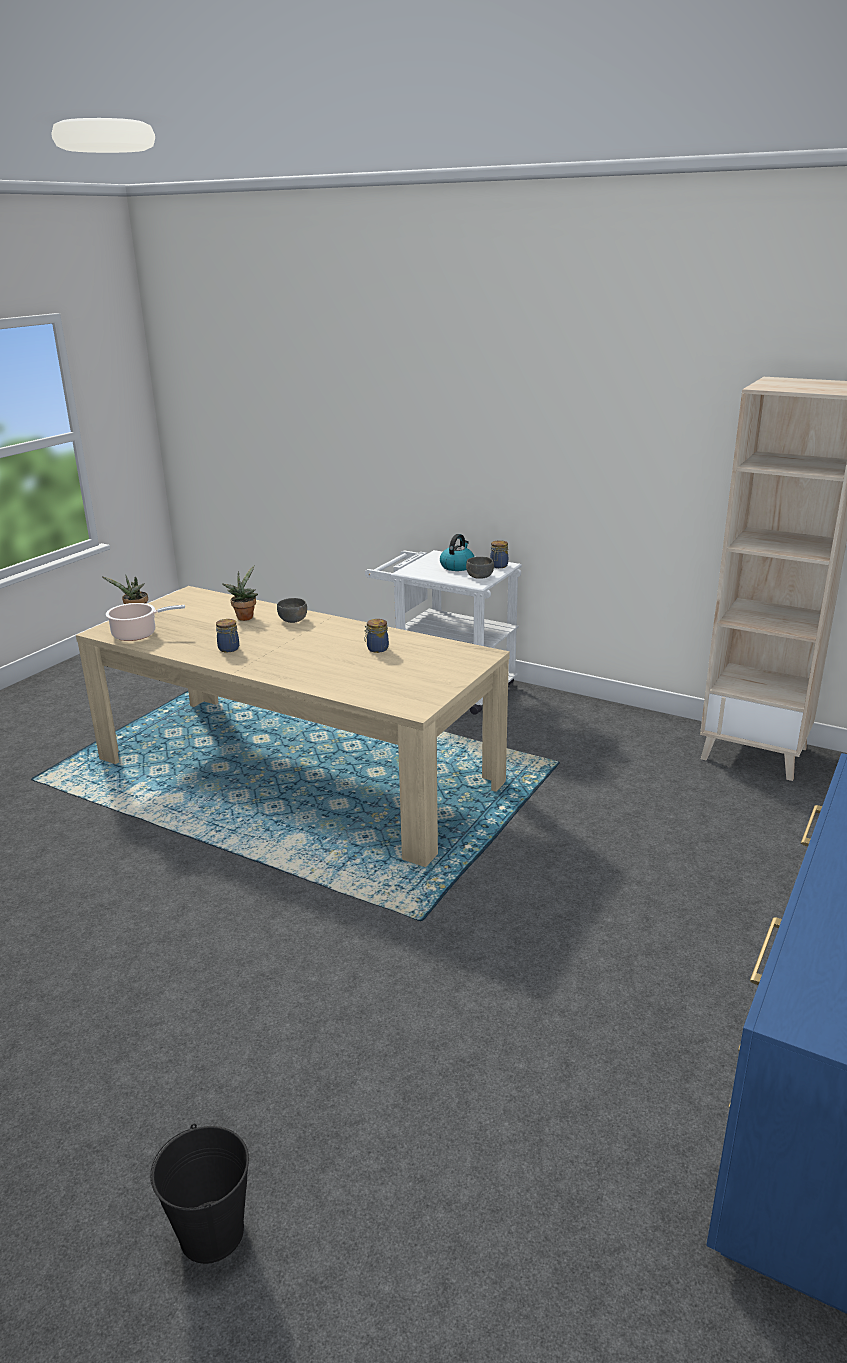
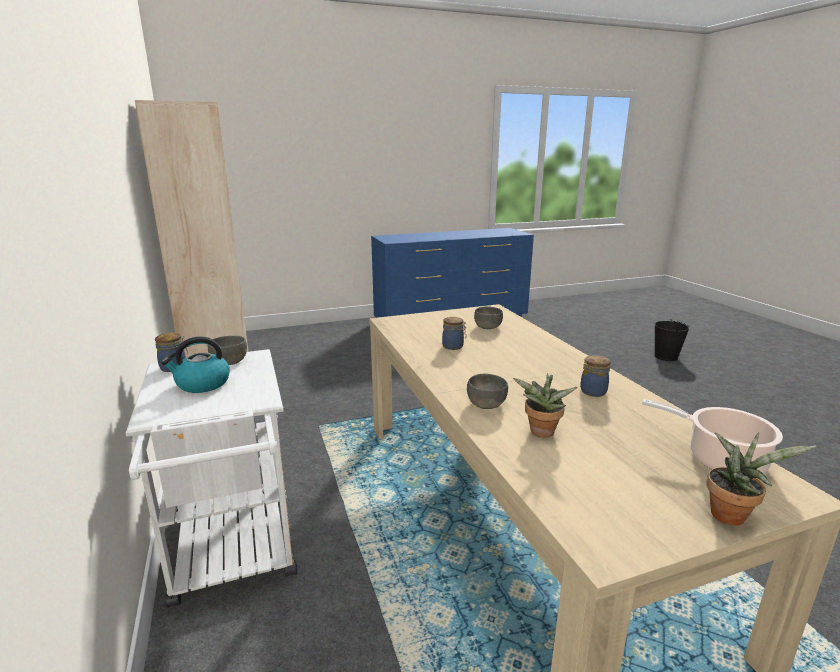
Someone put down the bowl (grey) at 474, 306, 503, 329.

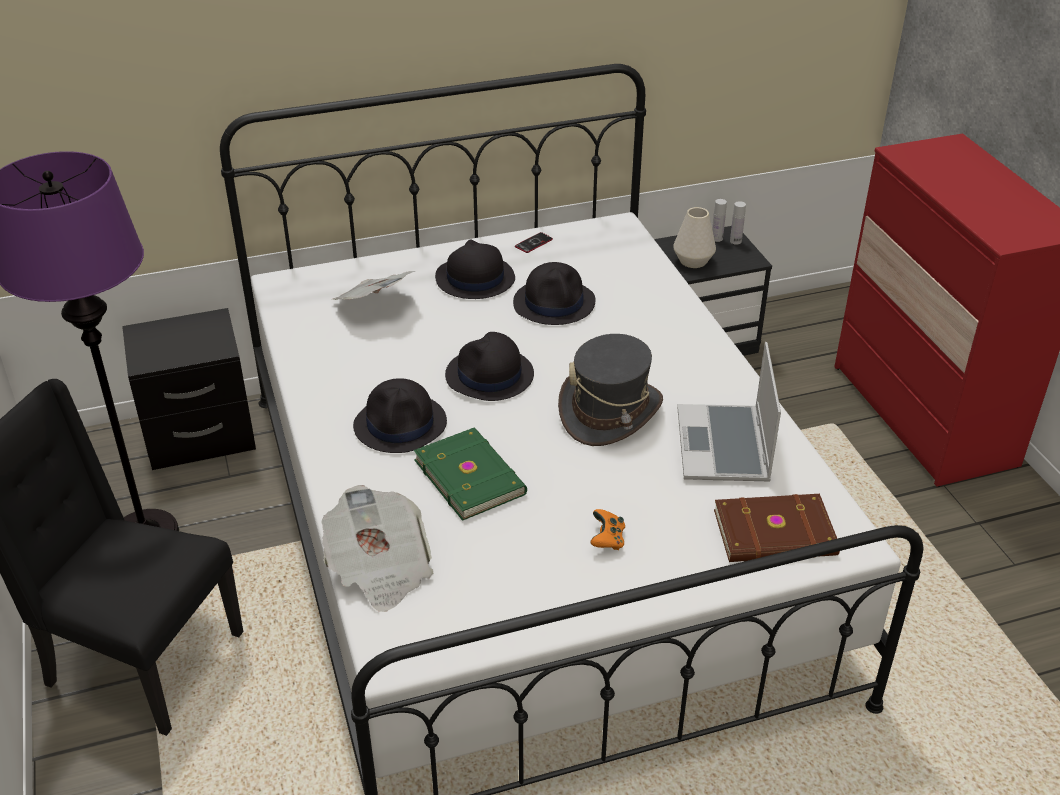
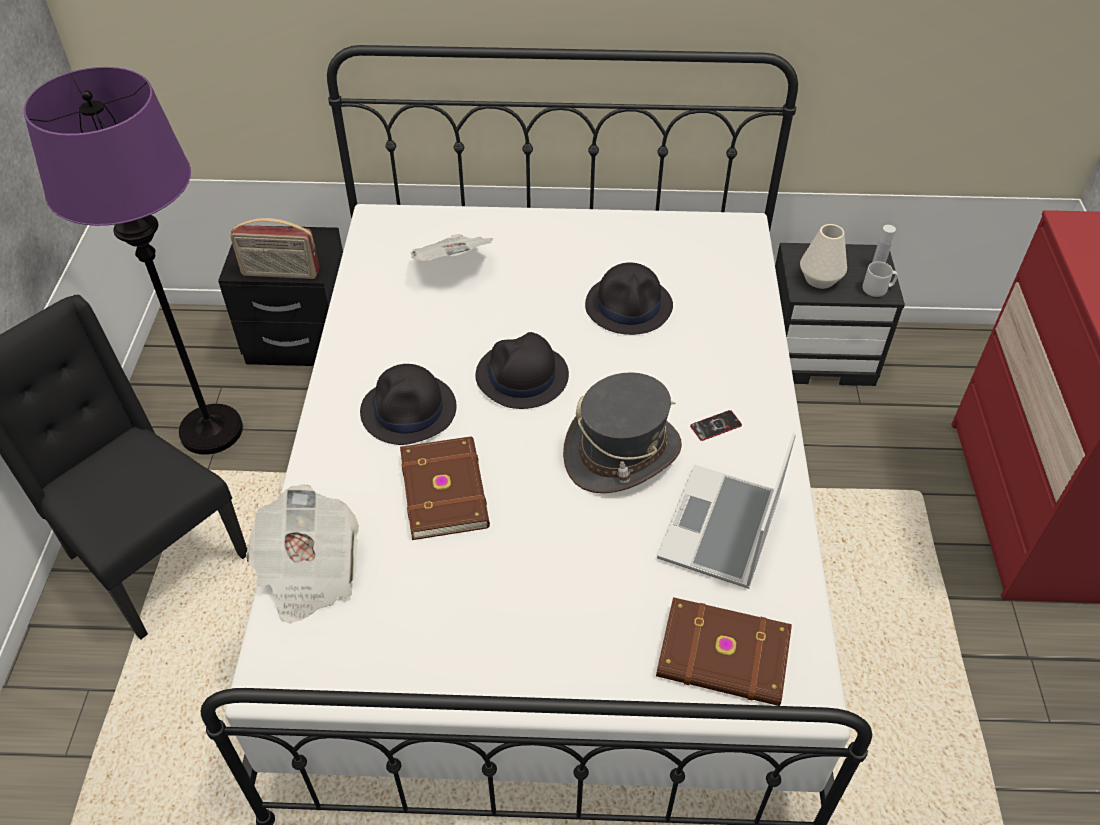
Someone repainted the book (green) at 414, 428, 527, 521, which became the book (brown) at 400, 436, 490, 540.
Someone took away the hat (black) at 435, 239, 515, 299.
Someone carried the phone from 515, 232, 553, 253 to 690, 410, 742, 441.
Someone took away the game controller (orange) at 590, 509, 625, 550.
Someone took away the bottle (white) at 712, 199, 727, 242.
Someone put down the radio at 231, 218, 319, 279.
Someone put down the mug (grey) at 863, 261, 898, 297.

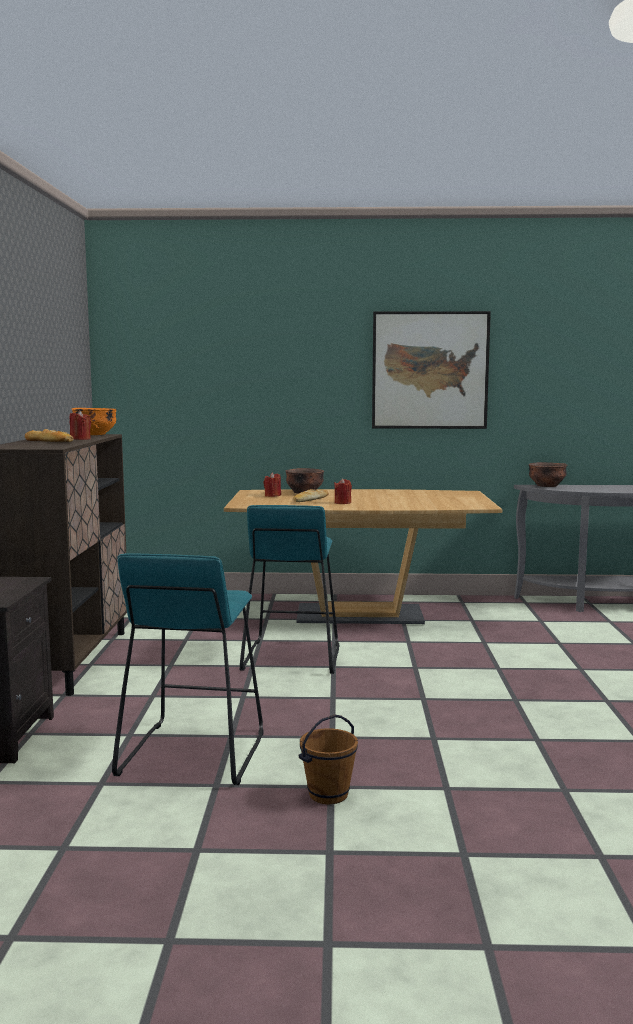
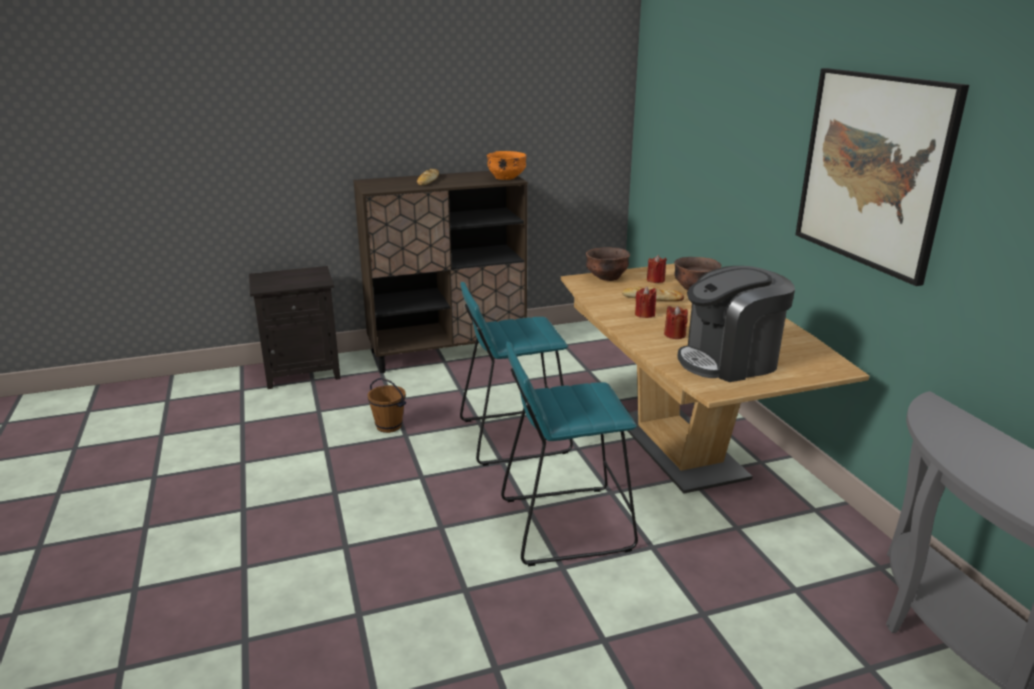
Someone carried the candle (red) from 70, 410, 91, 440 to 664, 306, 688, 339.
Someone carried the stool (turquoise) from 112, 553, 264, 785 to 501, 341, 638, 566.
Someone carried the bucket (brown) from 298, 715, 358, 804 to 368, 378, 406, 433.
Someone carried the bowl (brown) from 529, 462, 567, 487 to 586, 247, 630, 281.
Someone put down the coffee machine at 677, 266, 795, 382.

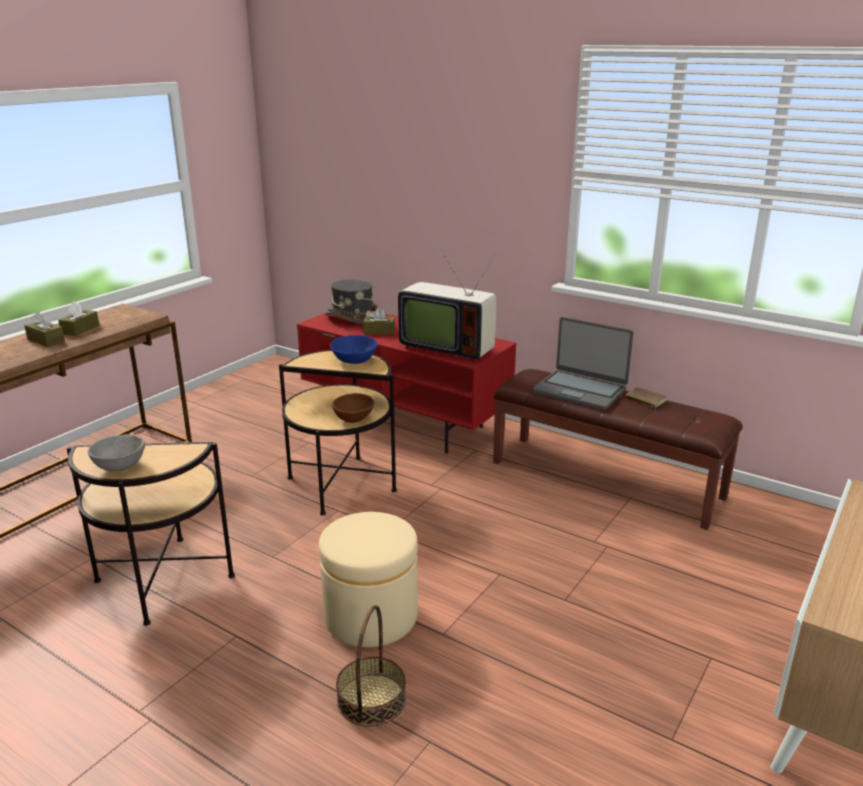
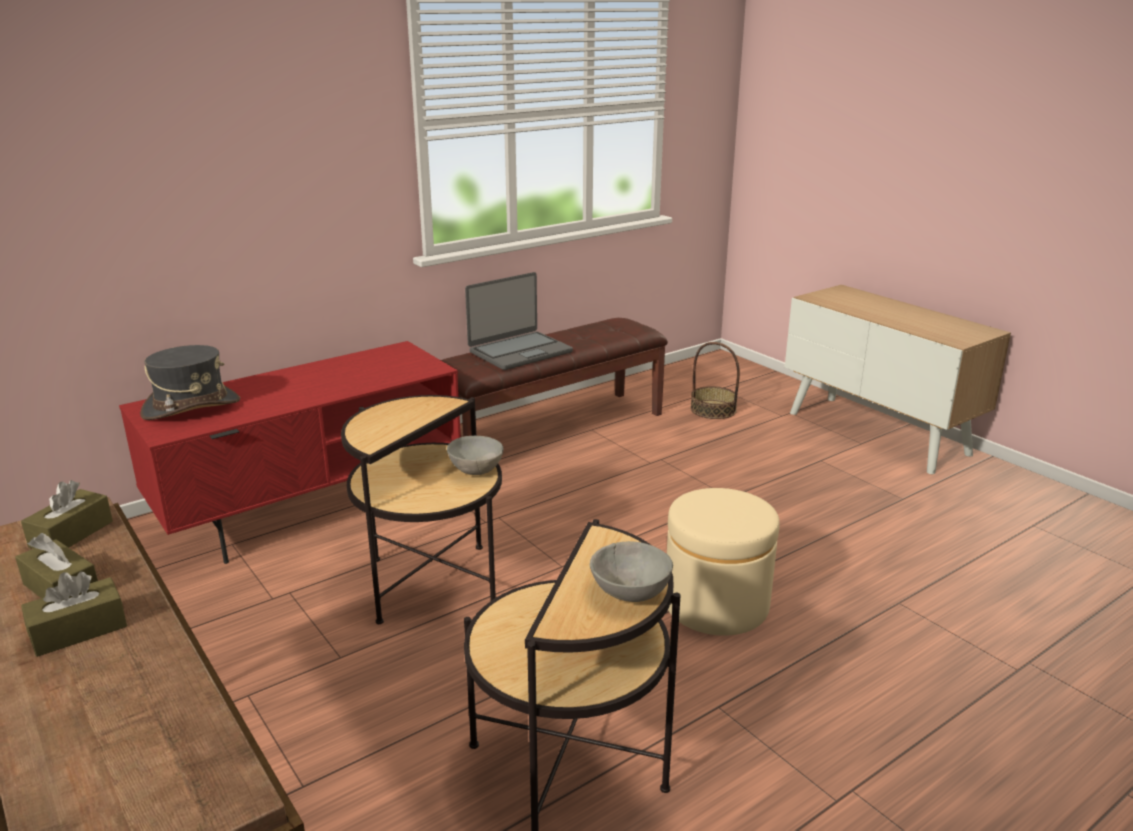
Someone took away the bowl (blue) at 330, 335, 378, 364.
Someone repainted the bowl (brown) at 332, 393, 374, 423, which became the bowl (grey) at 447, 436, 503, 475.
Someone carried the basket from 336, 605, 406, 727 to 690, 342, 740, 419.
Someone carried the tissue box (brown) from 363, 308, 395, 335 to 21, 480, 113, 549.
Someone took away the television at 398, 249, 497, 363.
Someone took away the book (brown) at 625, 387, 667, 408.

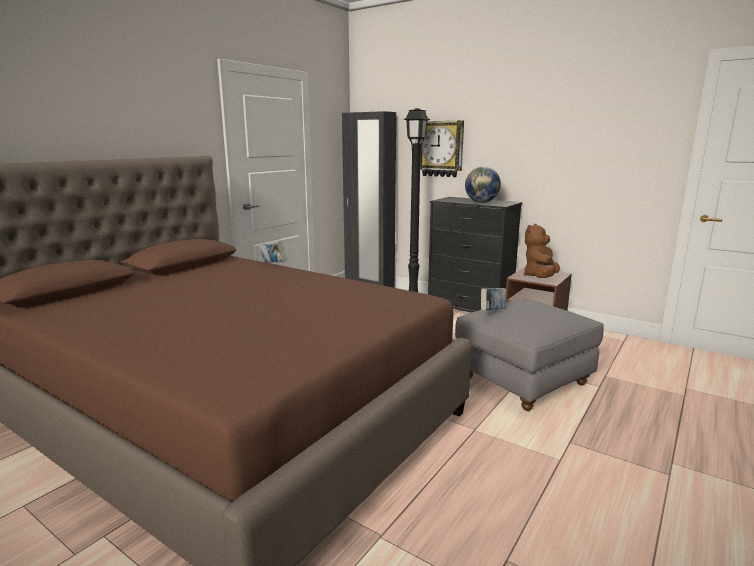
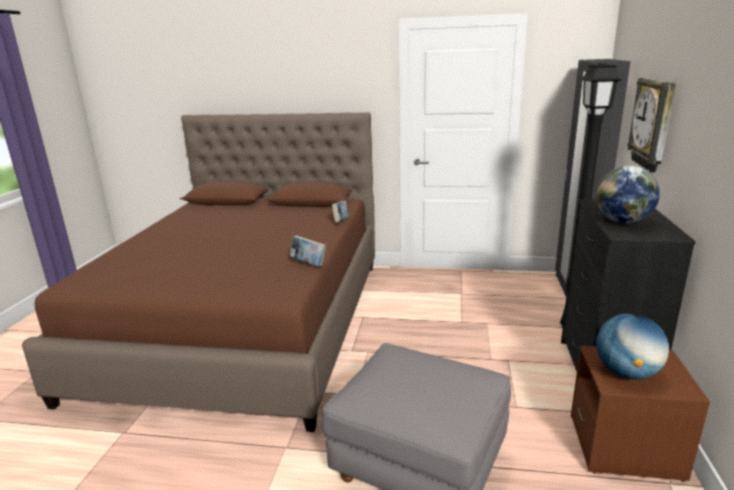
Someone carried the book from 481, 288, 506, 311 to 290, 235, 326, 267.
Someone swapped the plush toy (brown) at 524, 224, 560, 278 for the globe at 596, 313, 669, 379.

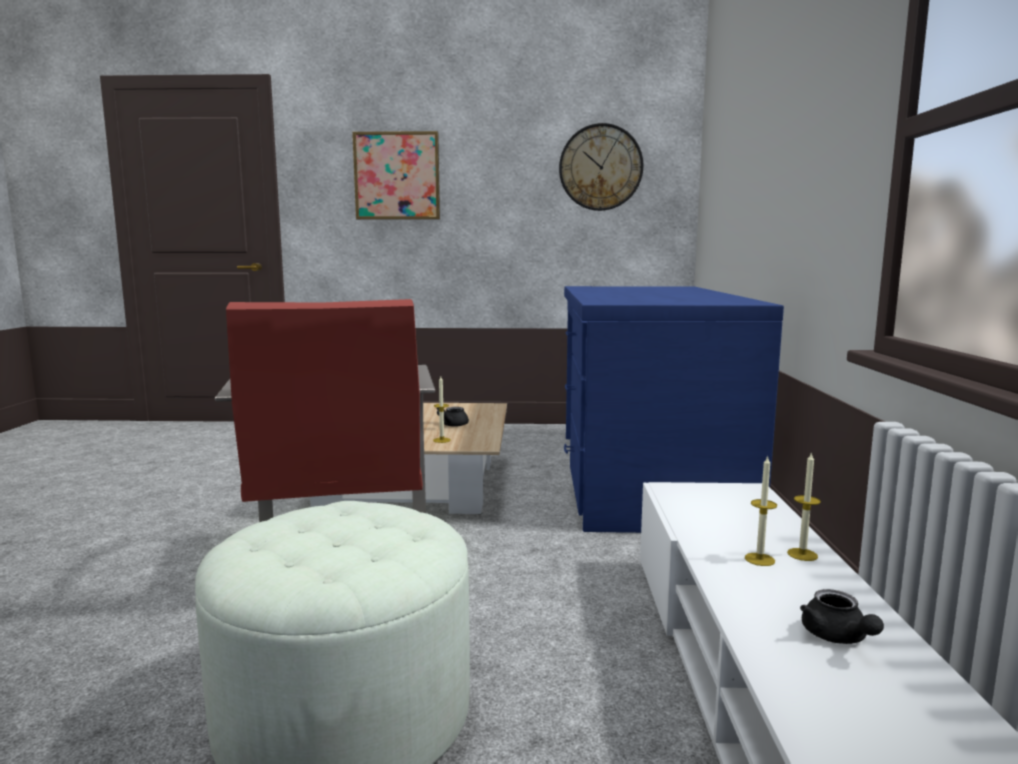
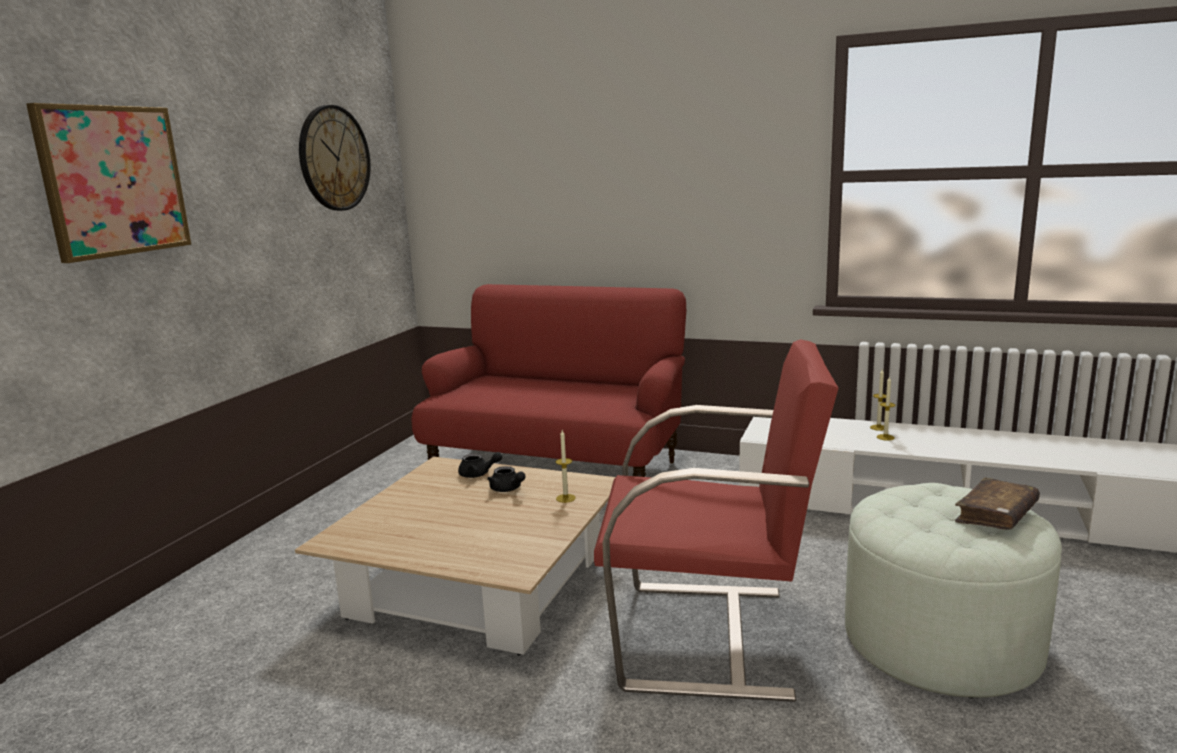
Someone swapped the desk (blue) at 564, 286, 784, 533 for the sofa (red) at 411, 284, 686, 477.
Someone carried the teapot (black) from 800, 589, 884, 644 to 458, 452, 503, 478.
Someone put down the book (brown) at 955, 477, 1040, 530.

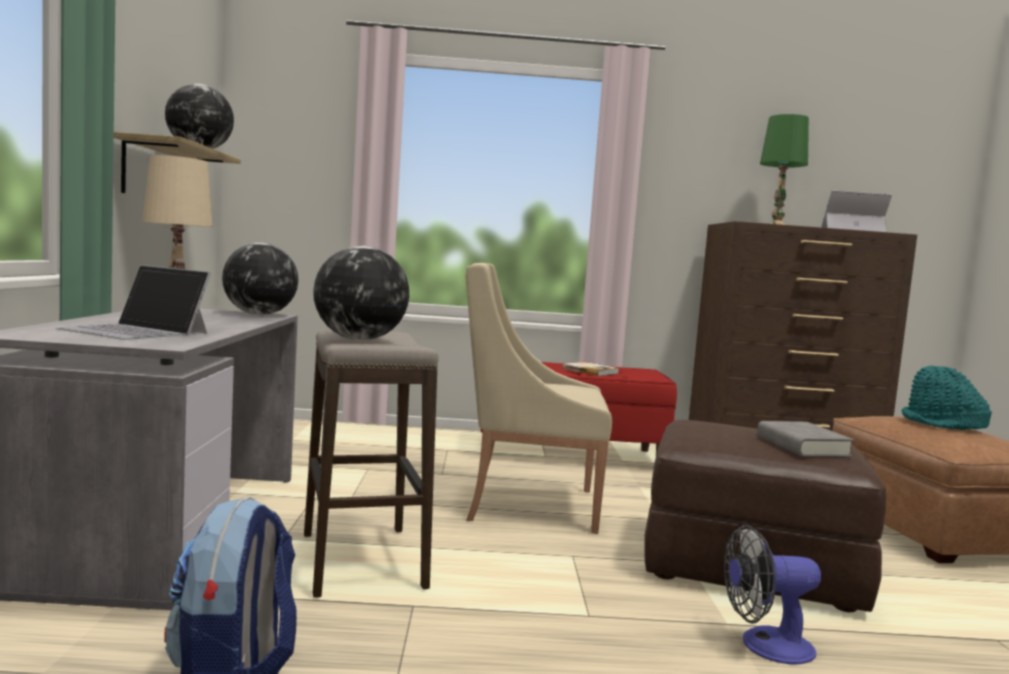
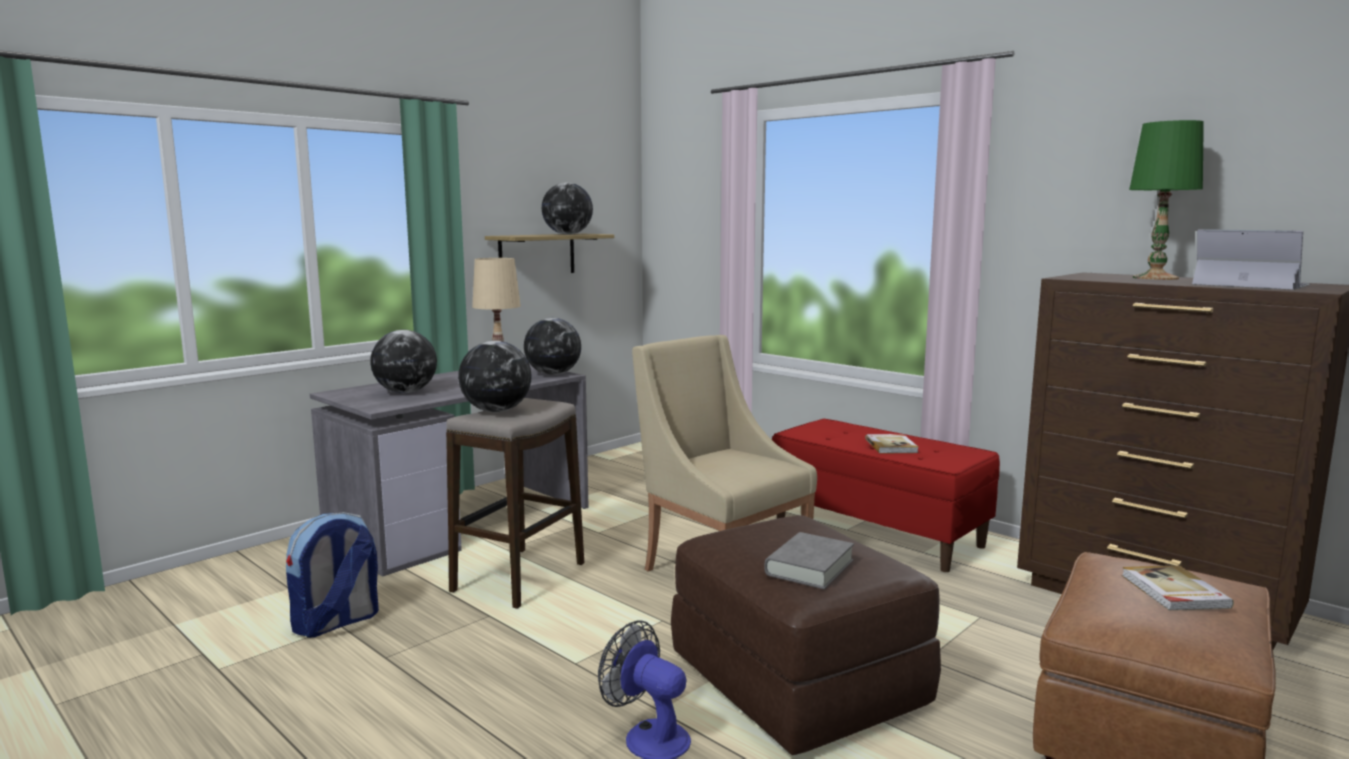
Someone swapped the laptop at 56, 265, 211, 340 for the globe at 370, 330, 437, 393.
Someone swapped the hat (turquoise) at 902, 365, 992, 430 for the book at 1121, 565, 1234, 611.

